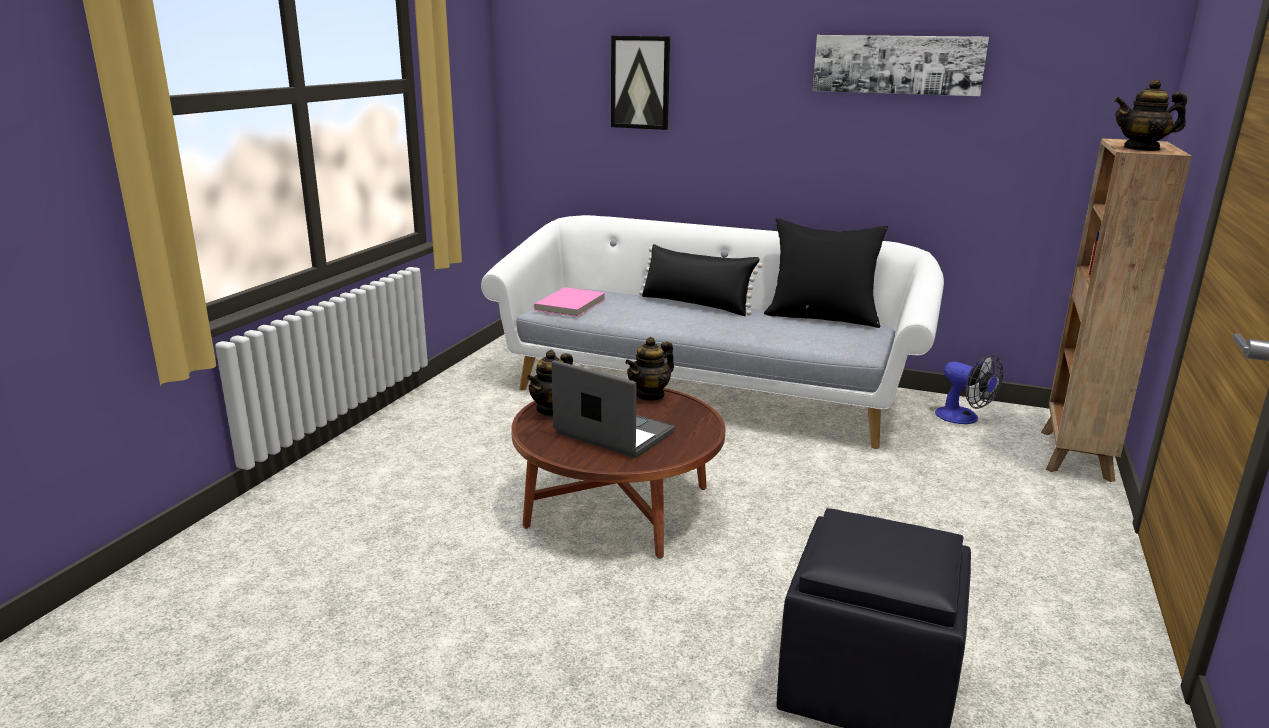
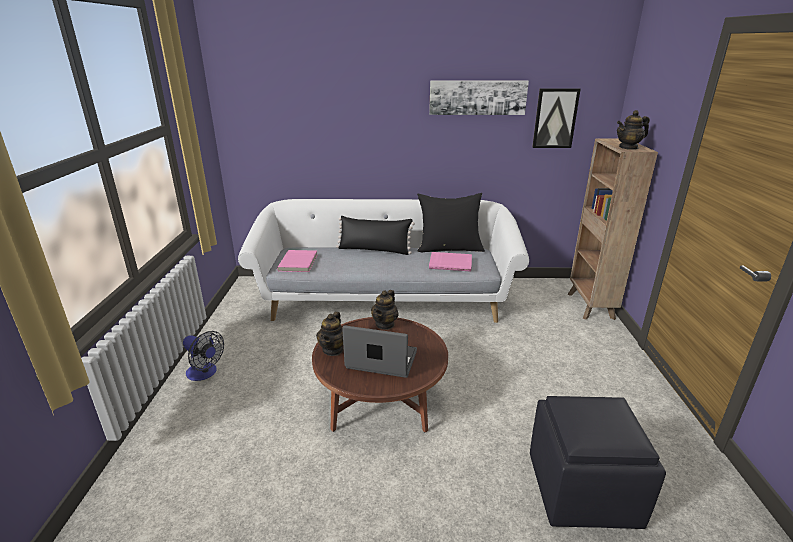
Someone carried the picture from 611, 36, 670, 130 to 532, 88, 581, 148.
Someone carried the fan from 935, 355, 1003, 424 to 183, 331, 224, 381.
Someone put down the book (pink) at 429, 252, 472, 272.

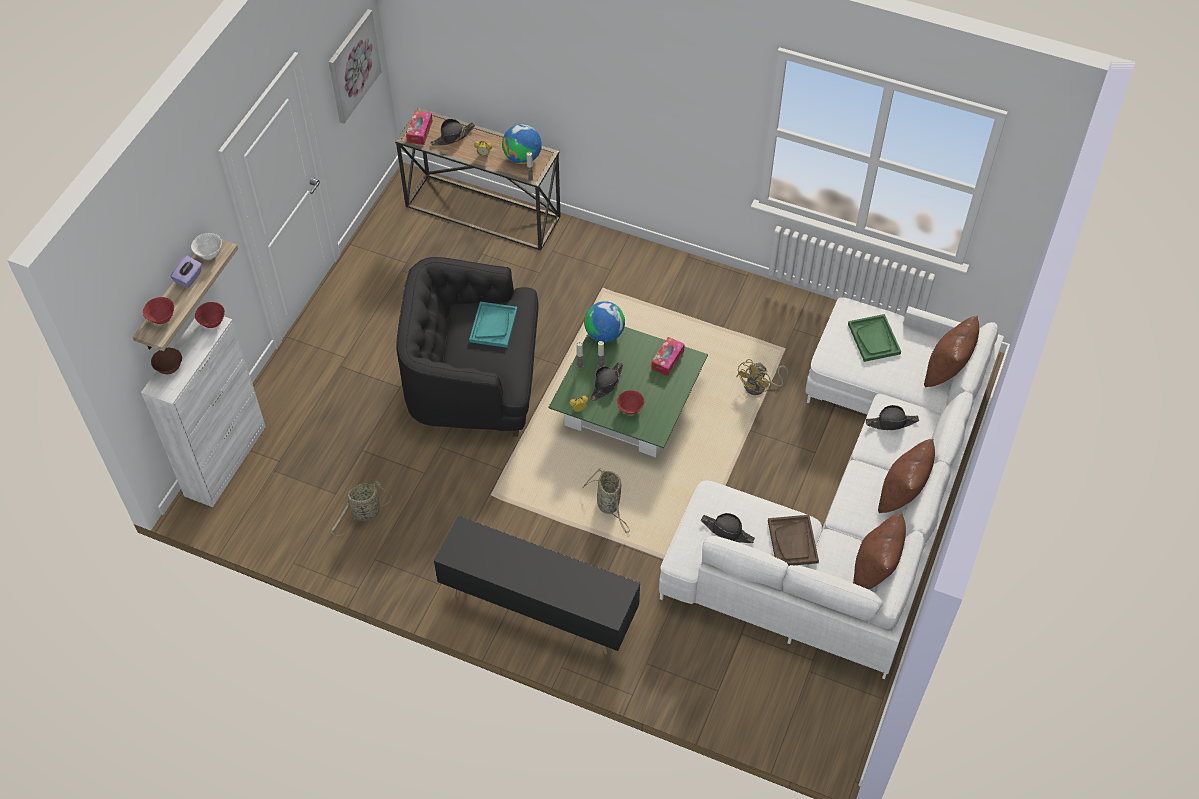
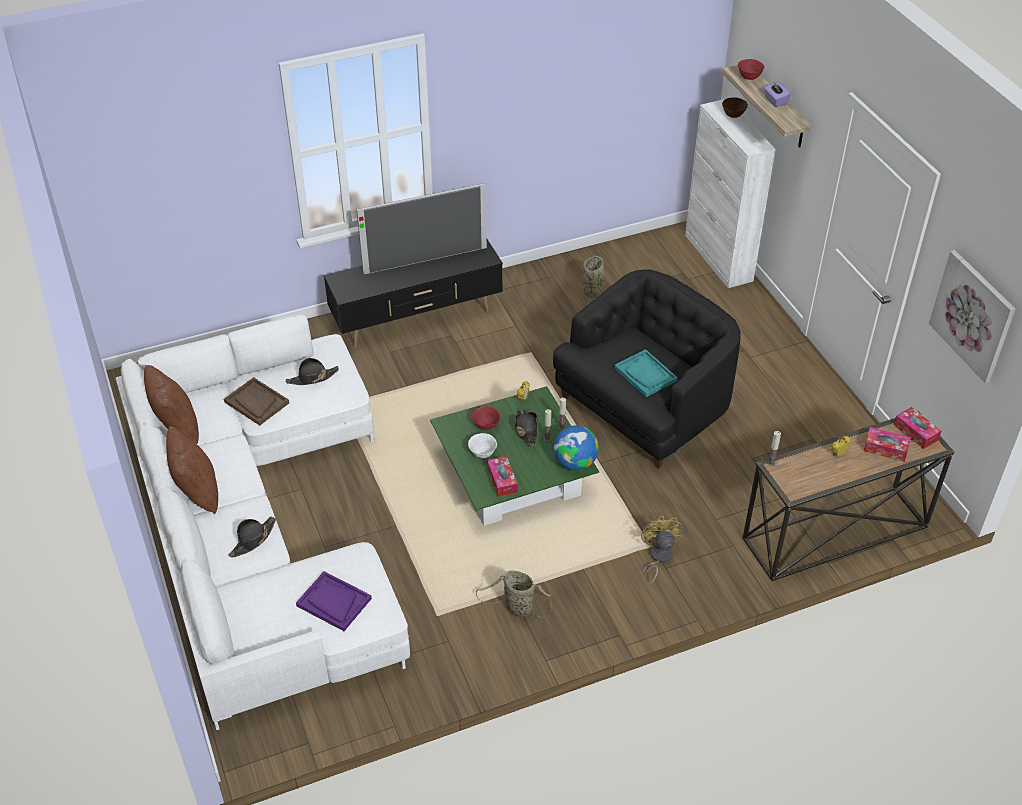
Someone carried the bowl (white) from 191, 233, 222, 259 to 468, 433, 497, 458.
Someone took away the bowl (red) at 195, 302, 225, 328.
Someone swapped the hat (black) at 430, 119, 475, 146 for the tissue box at 864, 427, 911, 462.
Someone took away the globe at 502, 124, 542, 164.
Someone carried the basket from 582, 468, 630, 533 to 476, 571, 552, 618.
Someone carried the fan (yellow) from 736, 359, 788, 395 to 641, 516, 682, 585.
Someone repainted the tray (green) at 848, 314, 901, 362, which became the tray (purple) at 296, 571, 372, 631.
Someone took away the pillow (brown) at 924, 316, 979, 387.
Someone put down the television at 357, 183, 487, 275.

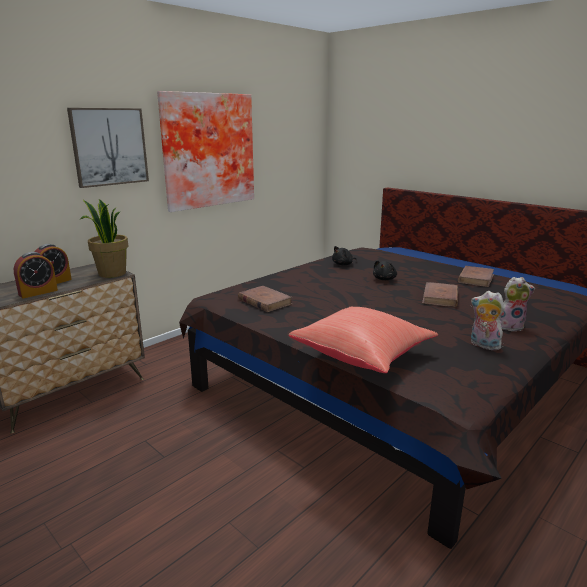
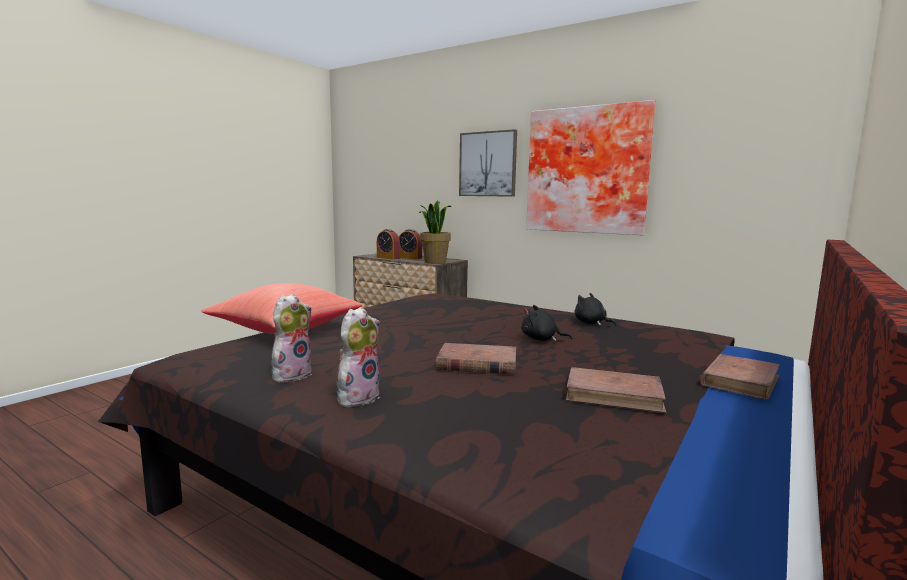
Someone carried the book (brown) from 238, 286, 293, 312 to 700, 354, 780, 400.
Someone rotated the plush toy at 500, 277, 535, 331 by 135 degrees counterclockwise.

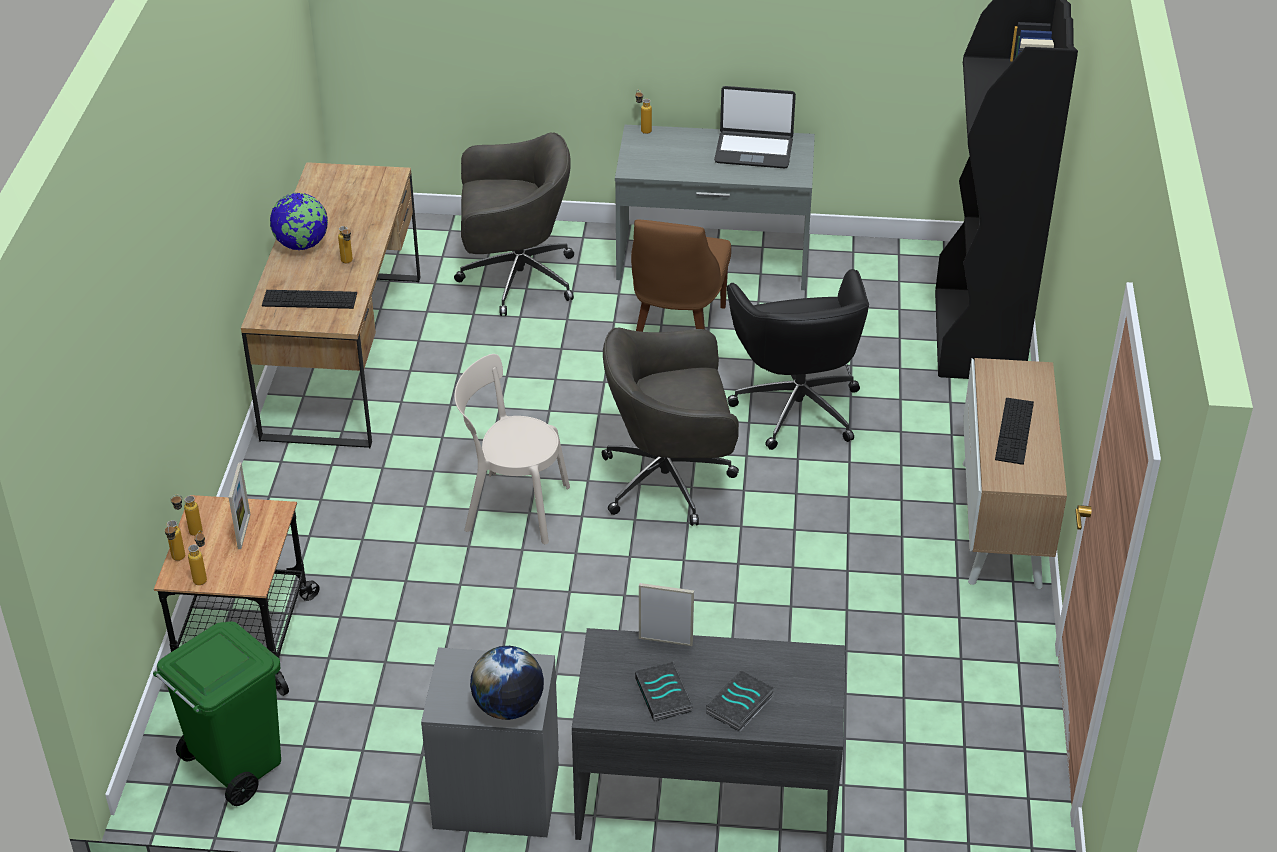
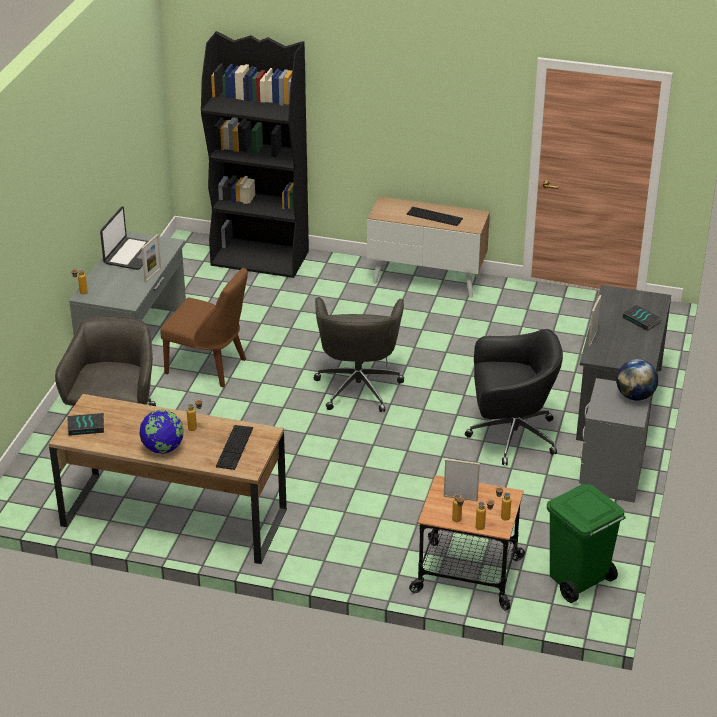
Someone took away the chair (beige) at 455, 354, 570, 544.
Someone carried the book from 635, 662, 693, 722 to 68, 413, 104, 436.
Someone carried the office chair (black) from 727, 269, 869, 450 to 465, 329, 563, 465.
Someone put down the picture frame at 141, 234, 161, 282.

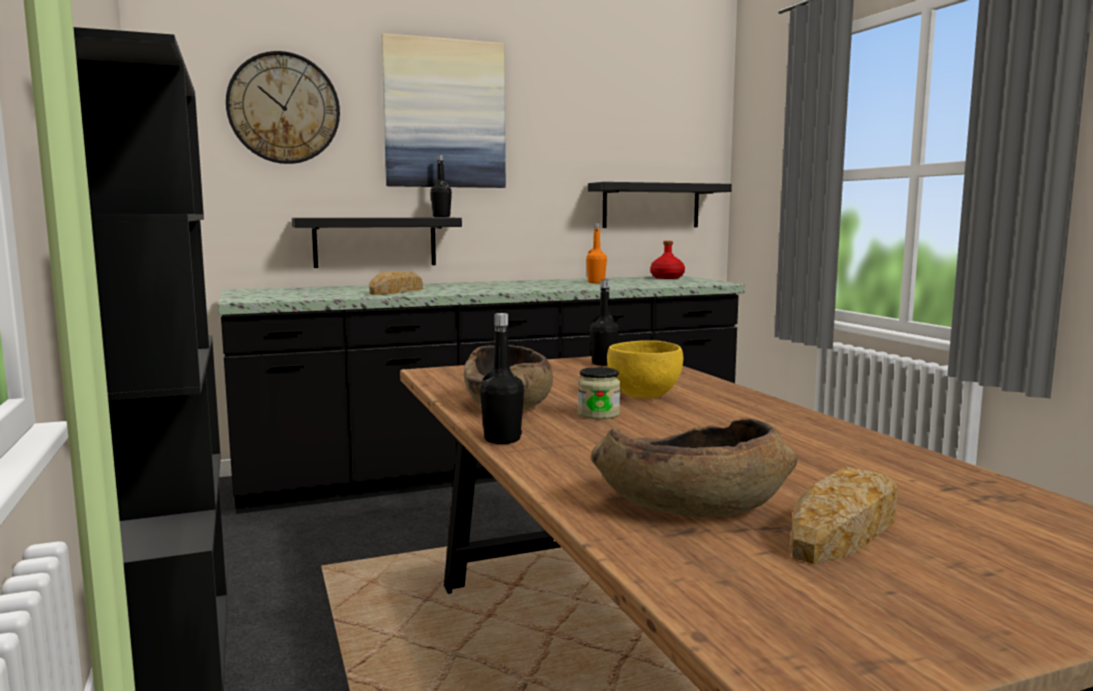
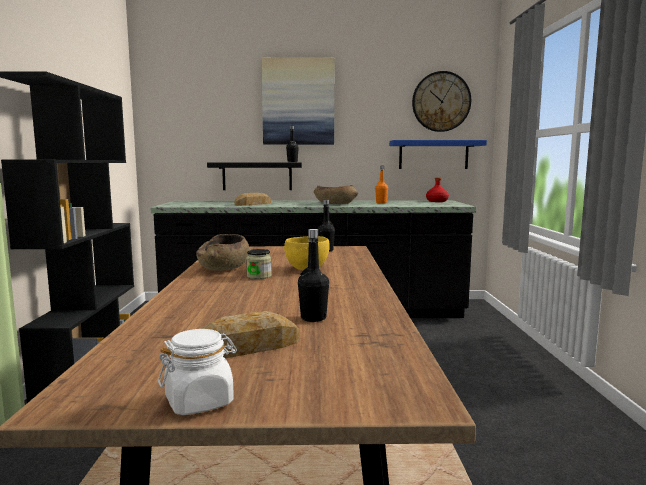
Someone carried the wall clock from 226, 51, 340, 164 to 412, 71, 471, 132.
Someone carried the bottle (black) from 480, 313, 524, 444 to 298, 229, 329, 322.
Someone repainted the shelf (black) at 588, 182, 732, 228, which became the shelf (blue) at 389, 140, 487, 169.
Someone carried the bowl (brown) from 591, 418, 797, 517 to 314, 185, 358, 204.
Someone put down the jar (white) at 158, 329, 237, 415.

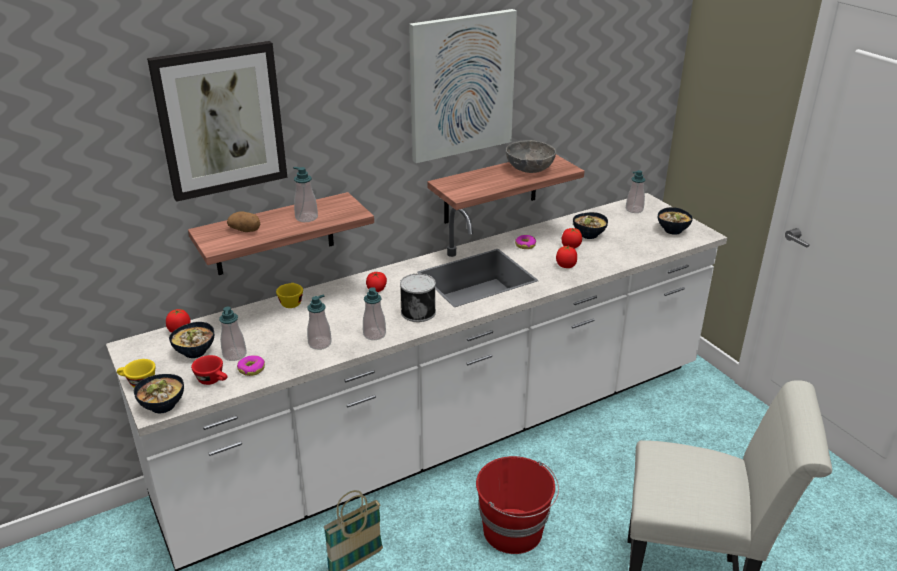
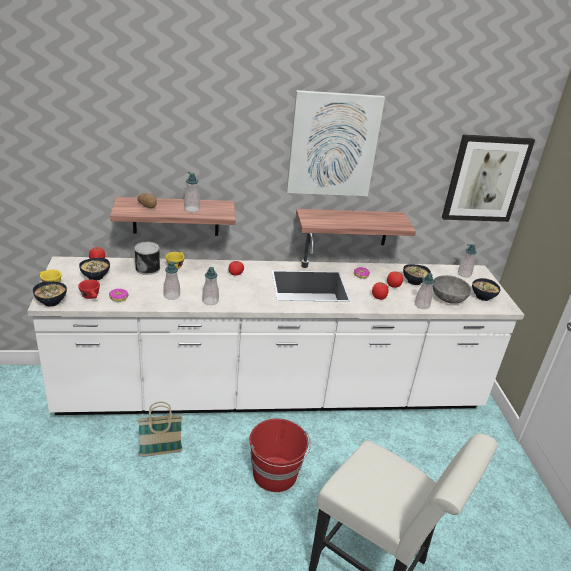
Someone carried the picture from 147, 41, 287, 202 to 442, 134, 535, 222.
Someone carried the soap dispenser from 219, 307, 247, 361 to 414, 273, 434, 309.
Someone carried the can from 400, 274, 436, 322 to 134, 242, 160, 275.
Someone carried the bowl (grey) from 506, 140, 556, 173 to 433, 275, 472, 304.

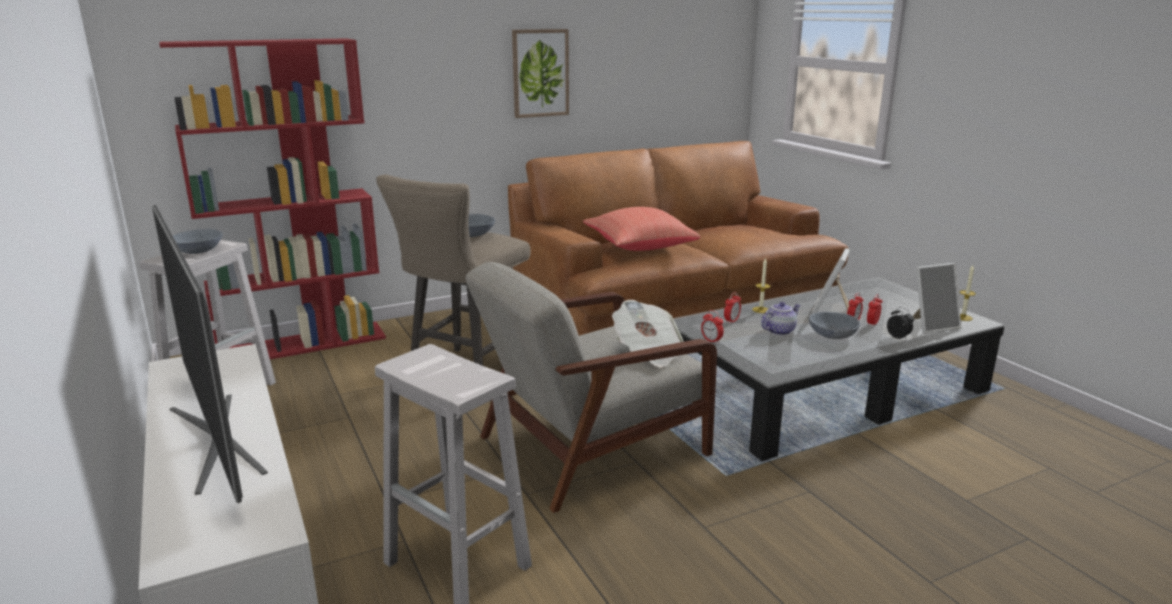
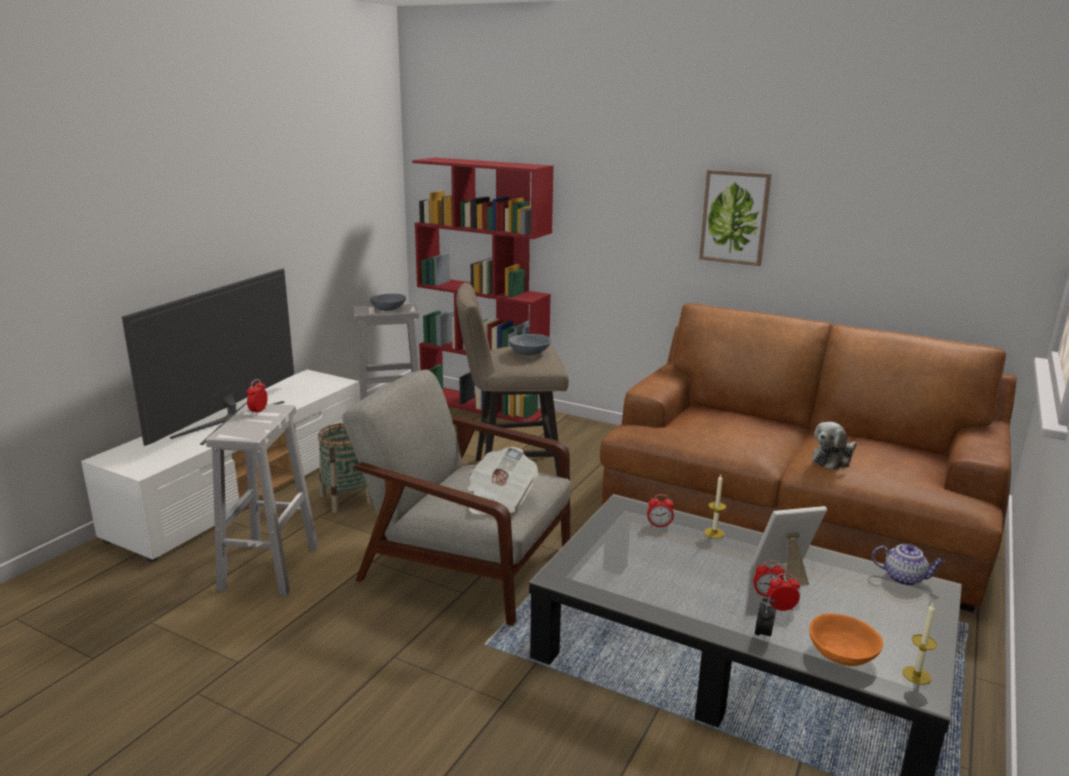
Someone took away the pillow (red) at 583, 207, 700, 251.
Someone carried the alarm clock from 701, 310, 724, 343 to 247, 379, 268, 415.
Someone carried the teapot from 761, 302, 801, 335 to 872, 544, 945, 586.
Someone took away the bowl (grey) at 809, 312, 860, 339.
Someone swapped the picture frame at 913, 263, 962, 334 for the bowl (orange) at 809, 613, 883, 666.
Someone put down the basket at 318, 423, 373, 513.
Someone put down the plush toy at 812, 422, 857, 470.

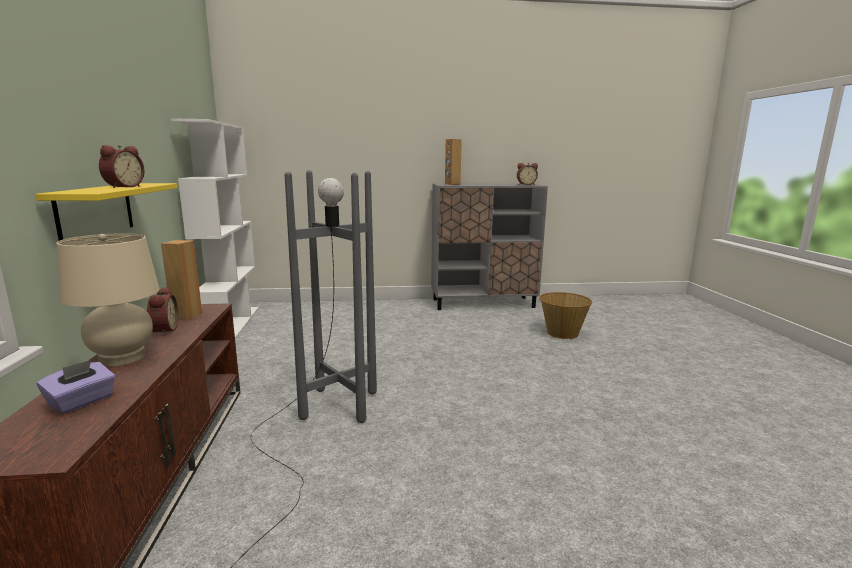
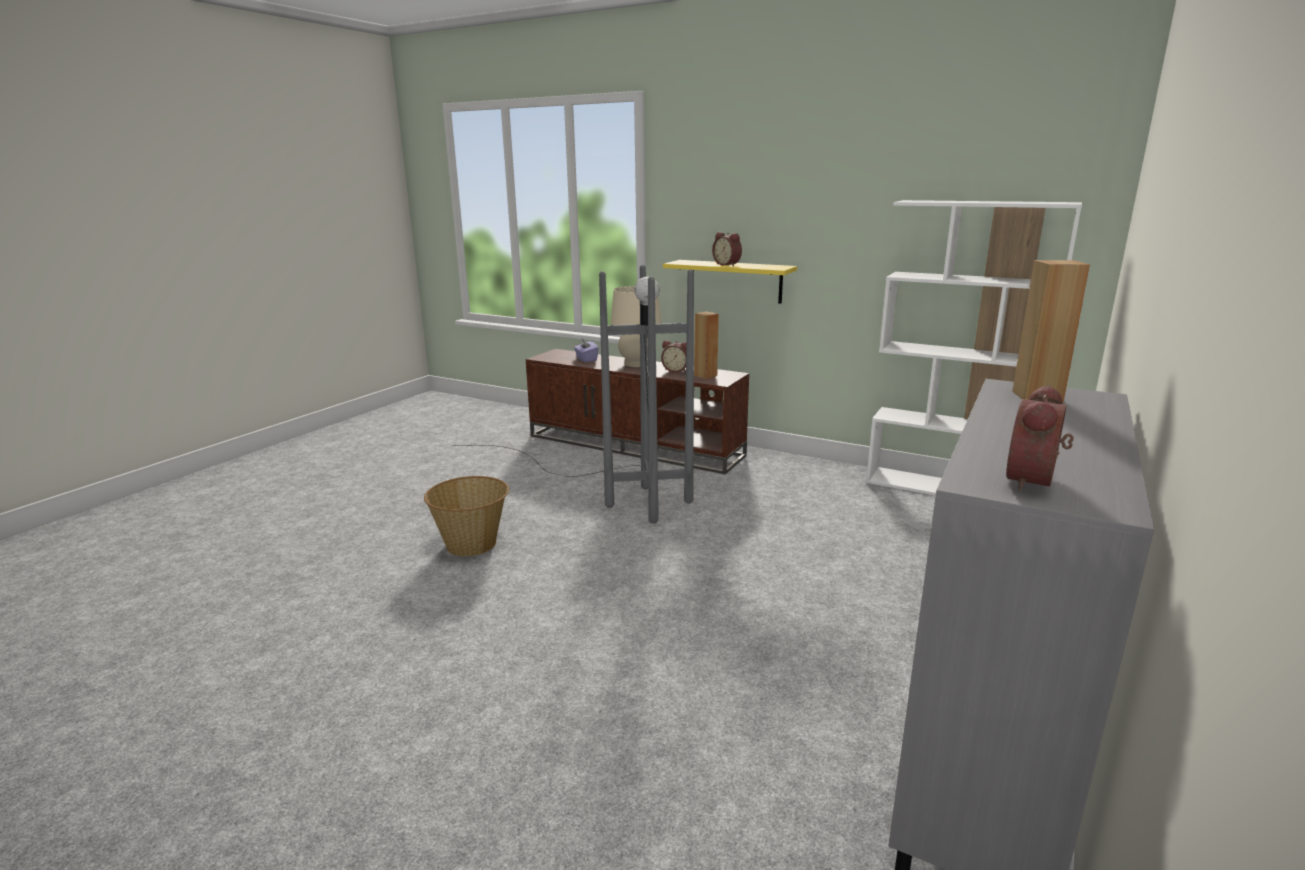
Someone carried the basket from 539, 292, 592, 339 to 424, 476, 509, 556.

